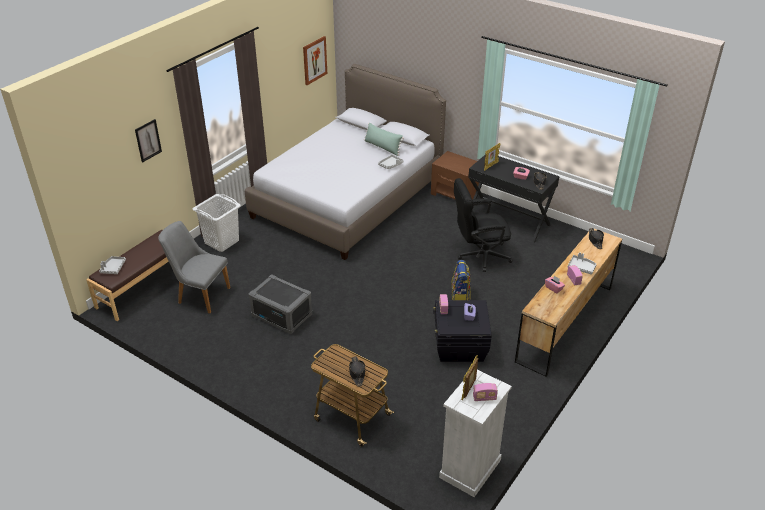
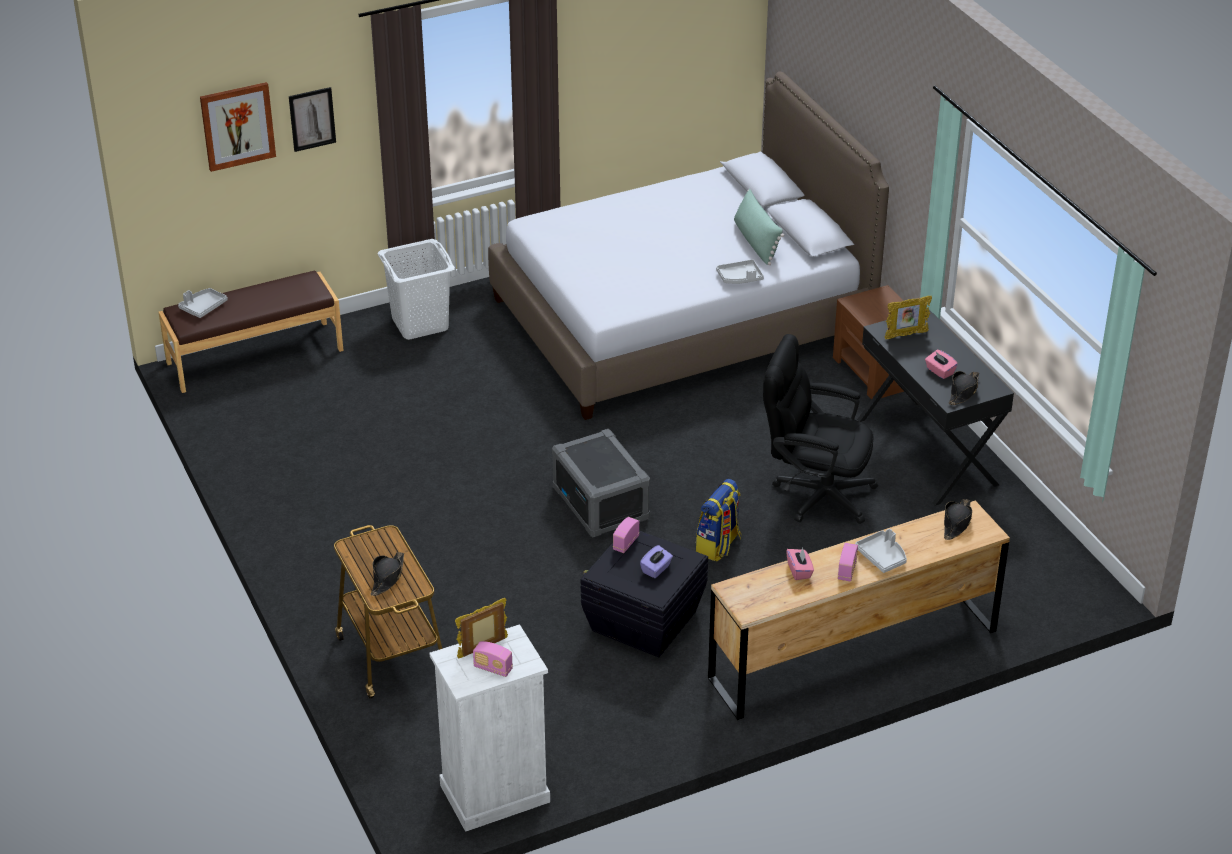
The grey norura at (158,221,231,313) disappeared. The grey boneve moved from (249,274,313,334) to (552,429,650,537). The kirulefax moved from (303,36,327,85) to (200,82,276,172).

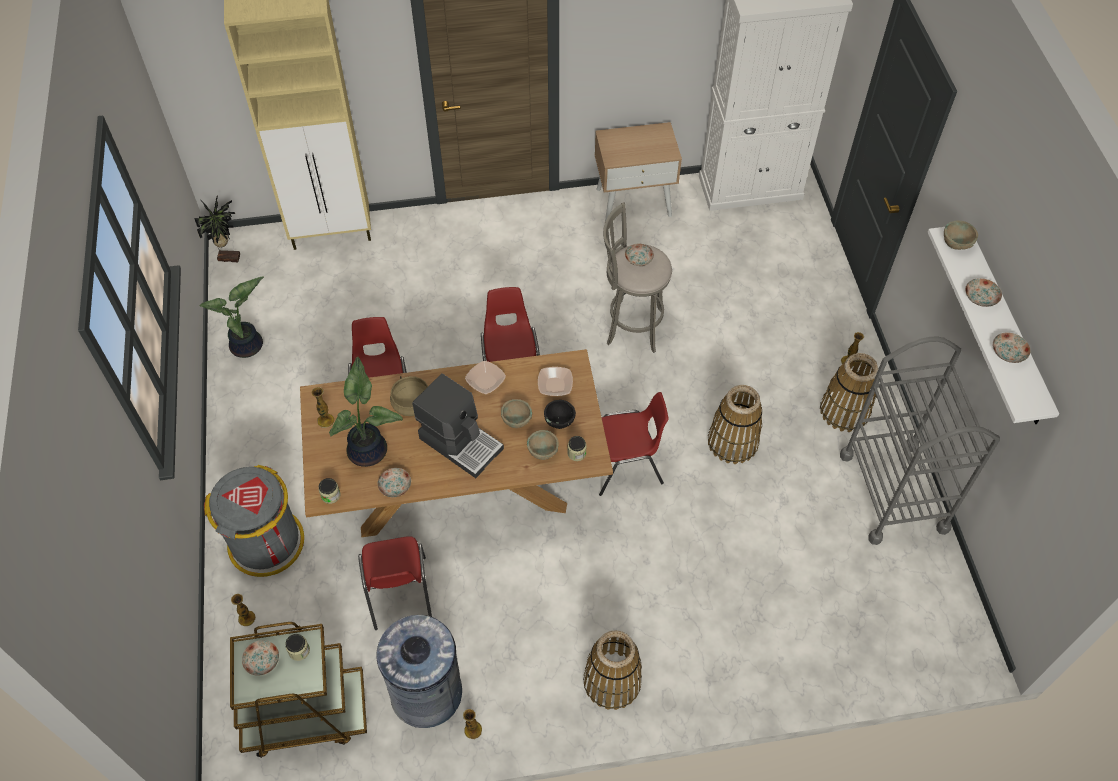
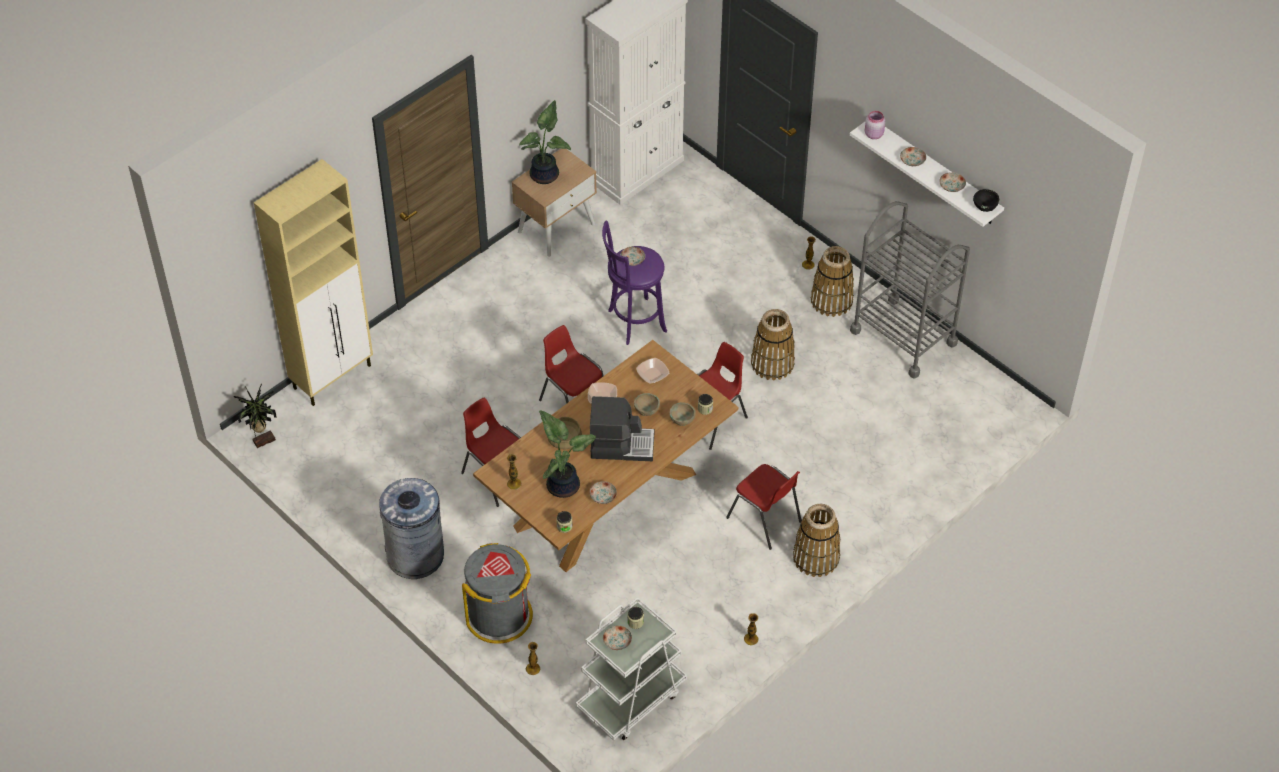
The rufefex moved from (200,277,264,358) to (519,100,571,184). The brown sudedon at (230,622,367,758) became the white sudedon at (576,597,687,741). The red norura moved from (358,536,432,630) to (726,464,801,550). The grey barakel moved from (376,615,462,728) to (379,478,444,579). The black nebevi moved from (544,400,576,429) to (973,189,999,212). The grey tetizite at (603,202,672,353) became the purple tetizite at (602,221,667,345). The beige nebevi at (944,221,978,250) was replaced by the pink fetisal at (865,111,885,139).

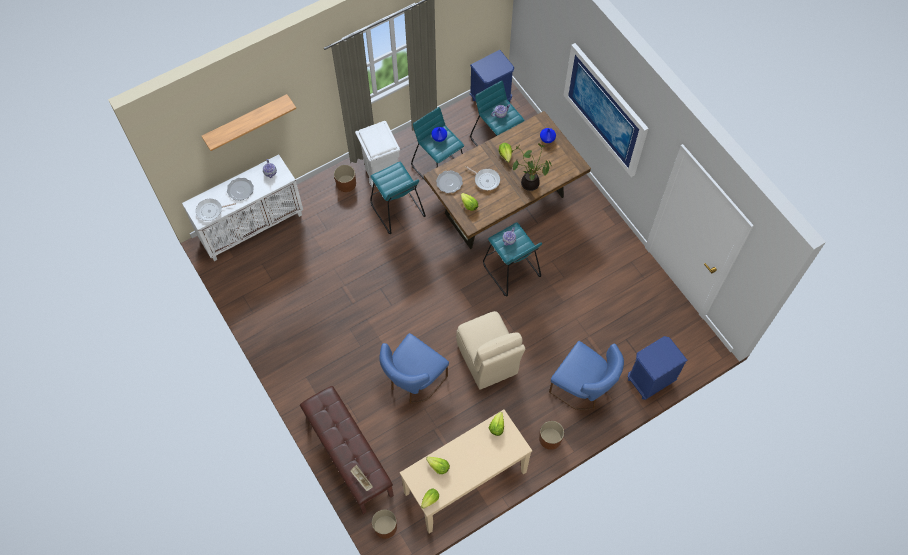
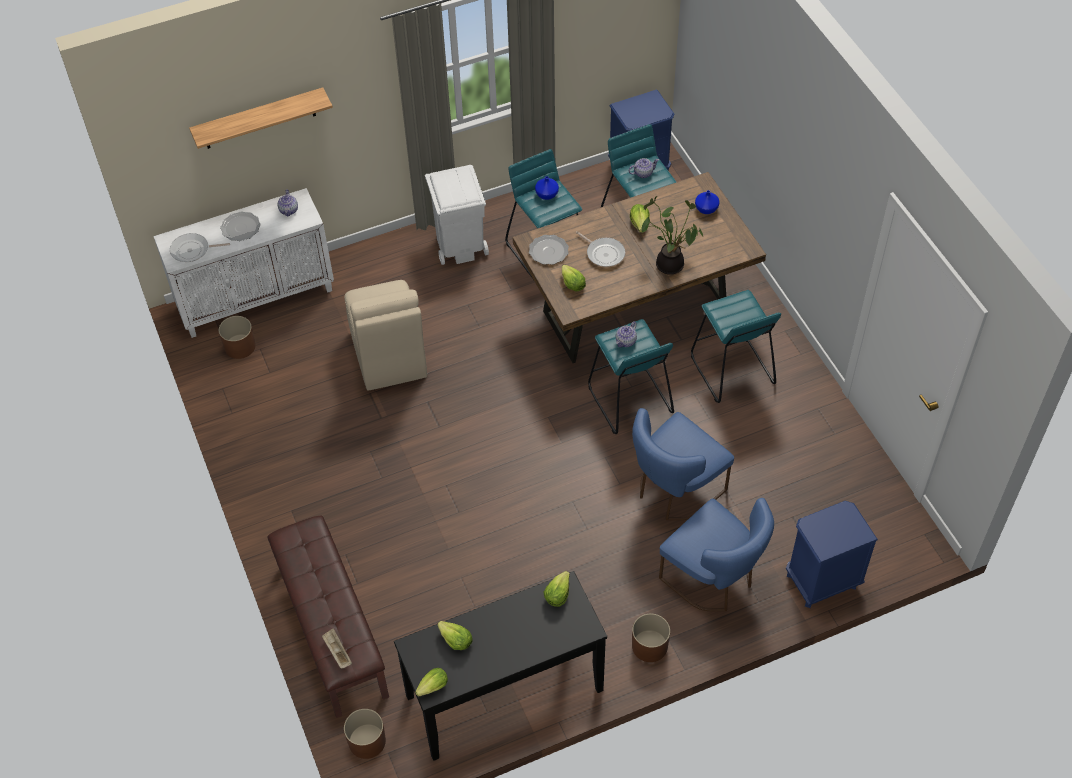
The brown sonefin moved from (334,165,356,192) to (219,316,256,359). The turquoise tetizite moved from (370,162,426,234) to (691,290,781,403). The blue norura moved from (379,333,449,404) to (632,408,734,520). The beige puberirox at (400,409,532,534) became the black puberirox at (394,571,607,761). The beige norura moved from (456,311,525,390) to (345,280,427,391). The kirulefax at (563,43,649,177) disappeared.

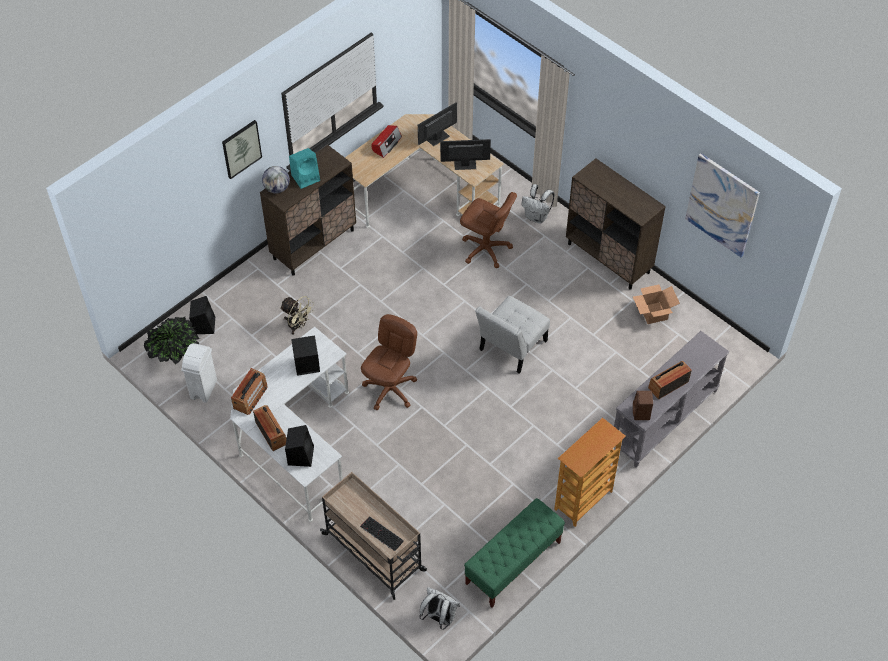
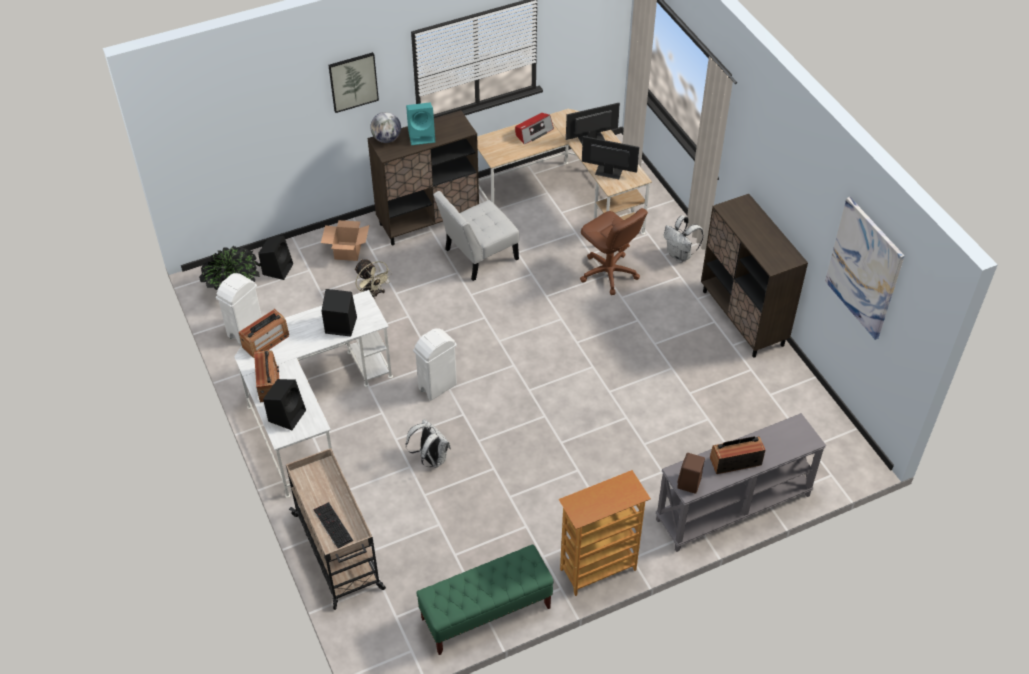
The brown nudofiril at (361,314,417,410) was replaced by the white barakel at (413,328,457,400). The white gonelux moved from (419,587,460,630) to (405,419,451,468). The white norura moved from (475,296,550,373) to (433,191,519,281). The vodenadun moved from (633,284,680,324) to (321,220,369,261).

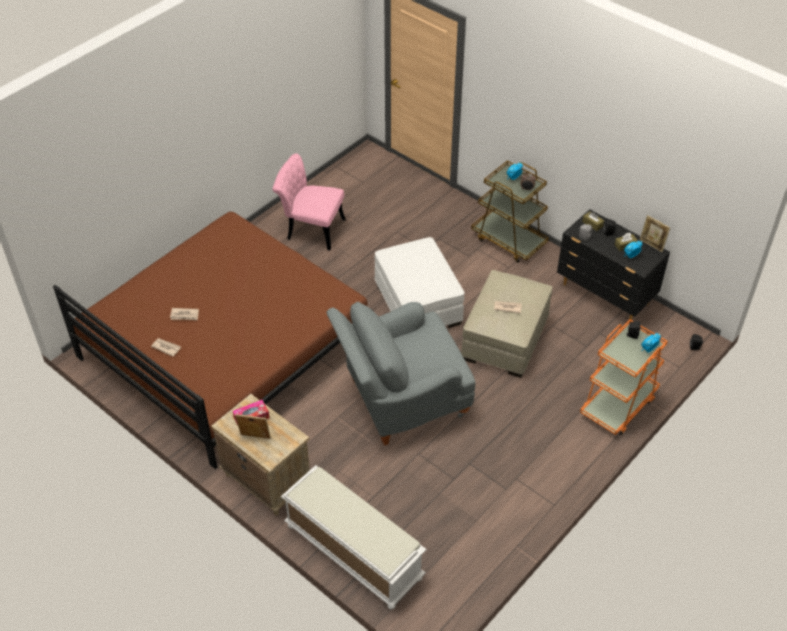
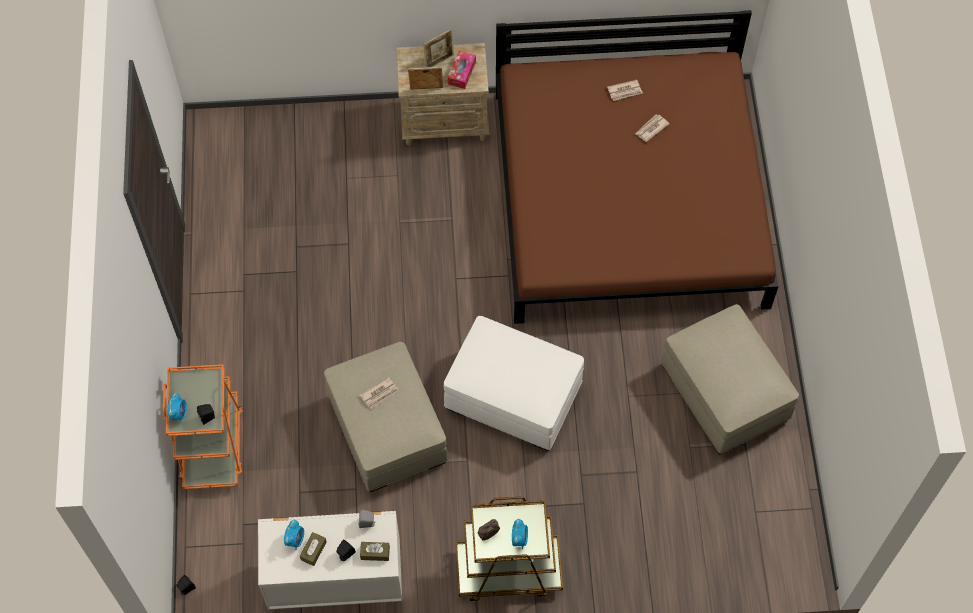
The pink norura at (273,153,346,251) was replaced by the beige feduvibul at (661,304,799,455). The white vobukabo at (281,465,427,610) disappeared. The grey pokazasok at (326,302,475,445) disappeared. The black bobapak at (557,209,670,322) became the white bobapak at (258,511,402,610). The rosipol moved from (640,215,670,252) to (408,67,443,90).

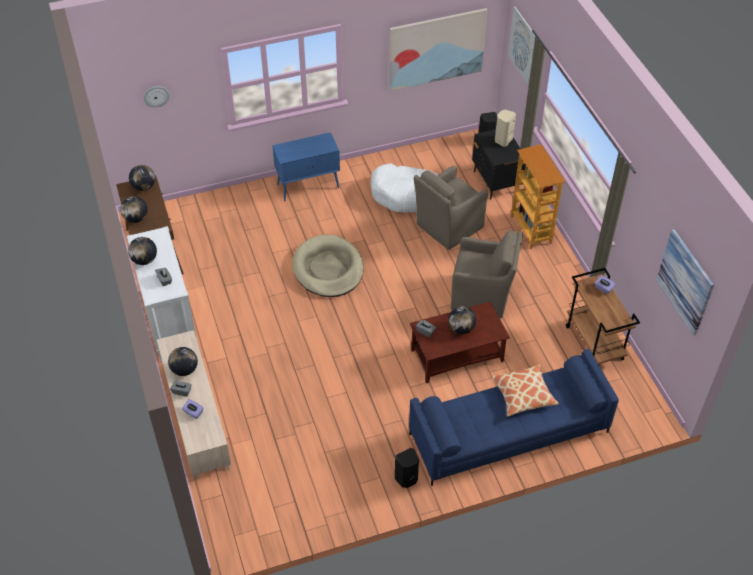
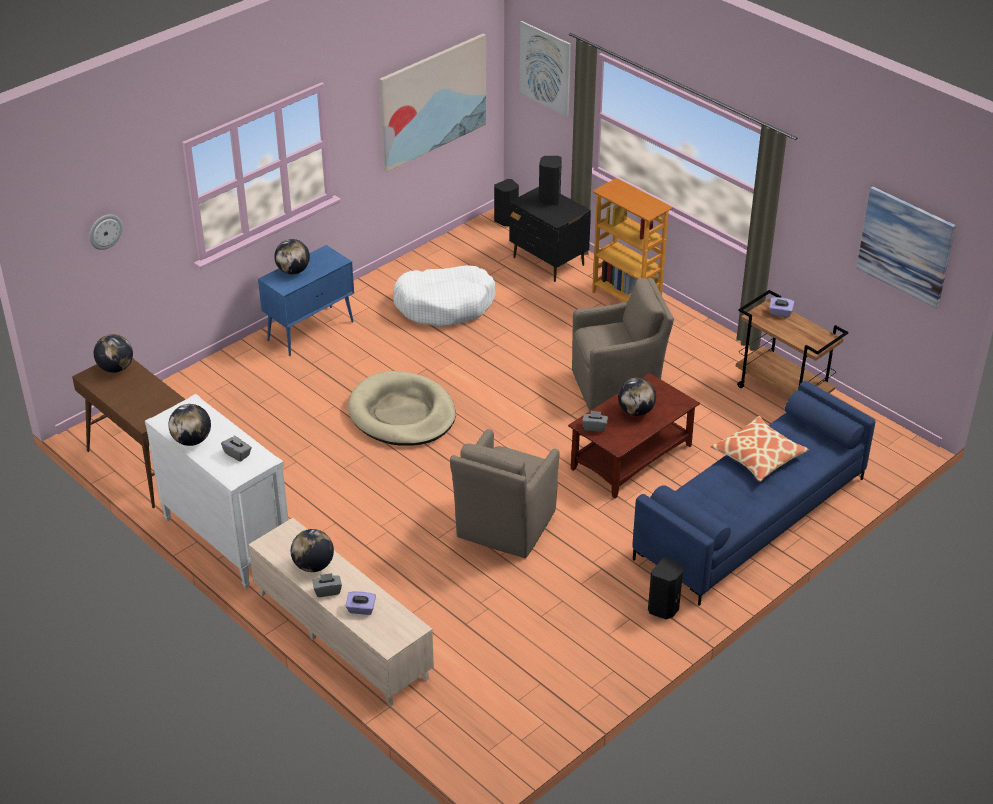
The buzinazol moved from (120,196,148,223) to (274,239,310,274). The brown pokazasok moved from (414,166,488,250) to (450,429,560,558). The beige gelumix at (495,110,516,147) became the black gelumix at (539,156,562,205).

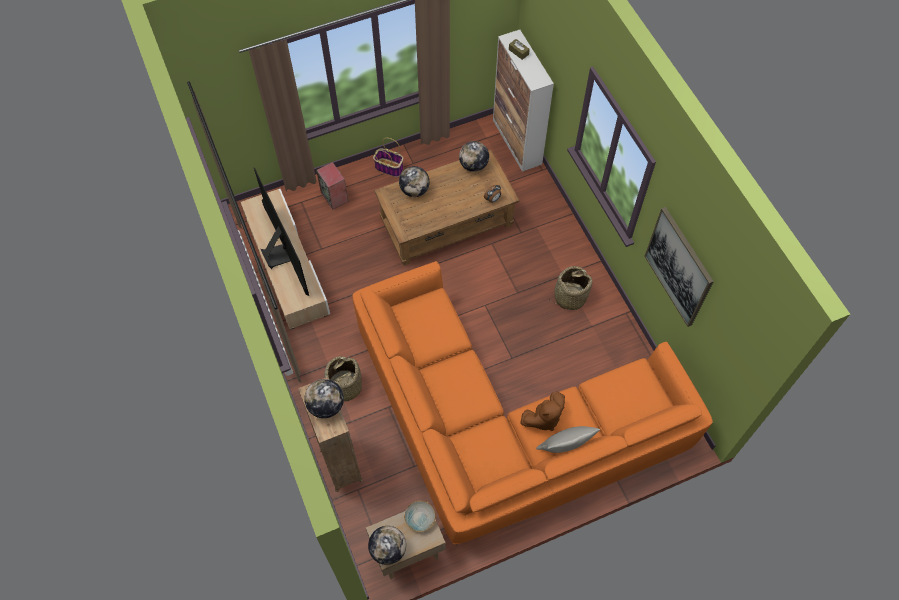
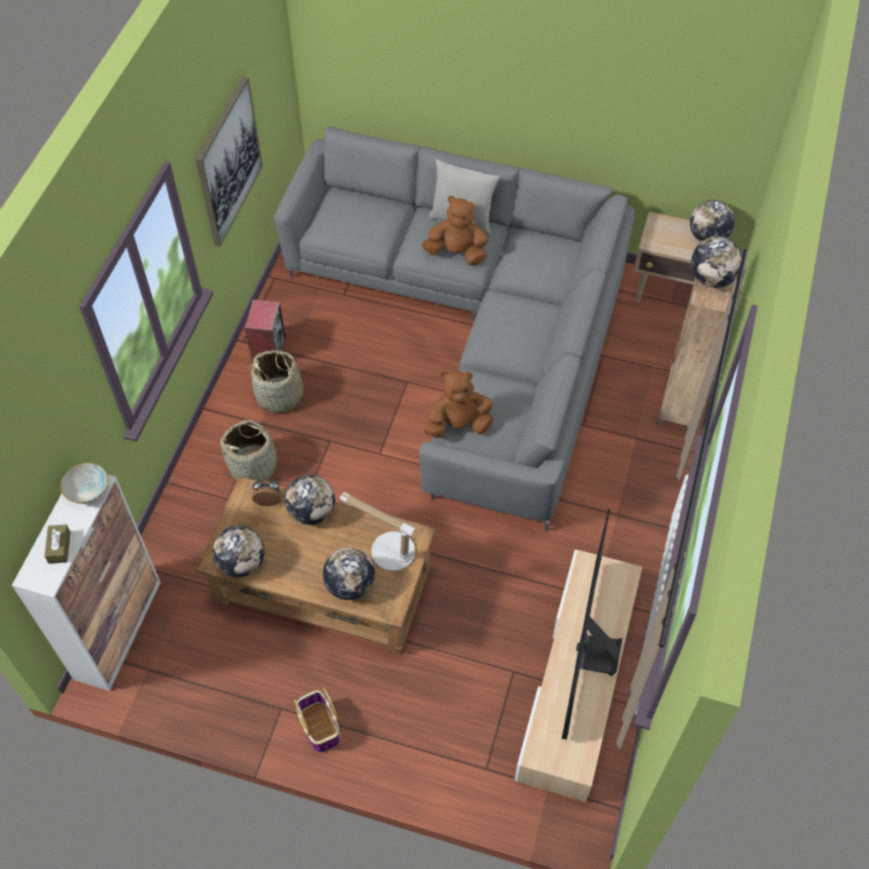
The gelumix moved from (316,162,349,210) to (245,300,286,363). The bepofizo moved from (324,356,362,401) to (220,420,286,482). The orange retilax at (353,261,713,546) became the grey retilax at (274,126,634,532). The nebevi moved from (404,501,436,532) to (60,463,108,504). The buzinazol at (285,475,335,525) appeared. The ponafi at (340,492,415,571) appeared. The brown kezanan at (423,371,493,438) appeared.

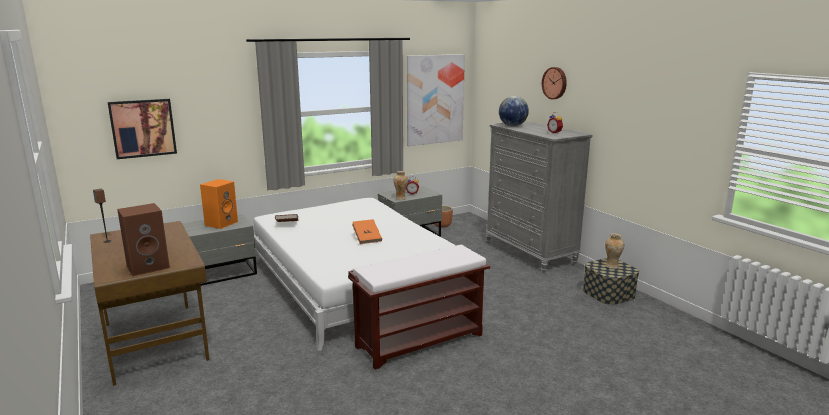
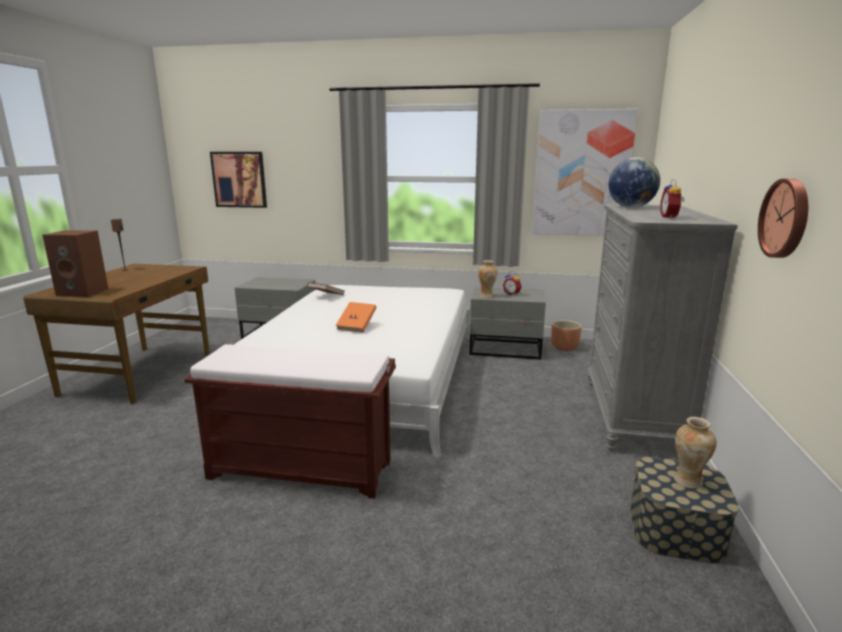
The orange gelumix at (200,179,238,229) disappeared. The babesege moved from (542,67,567,99) to (758,179,808,258).

